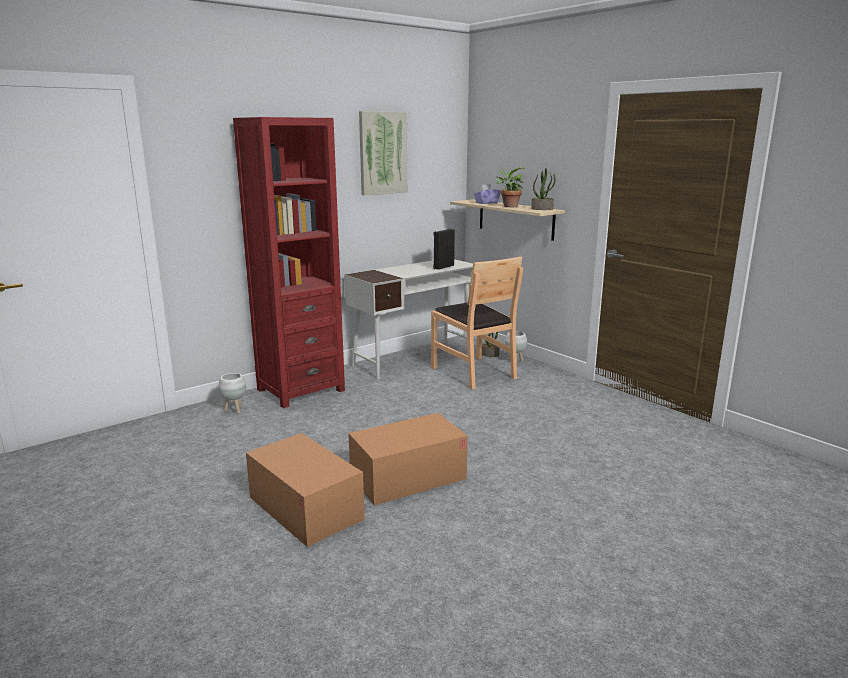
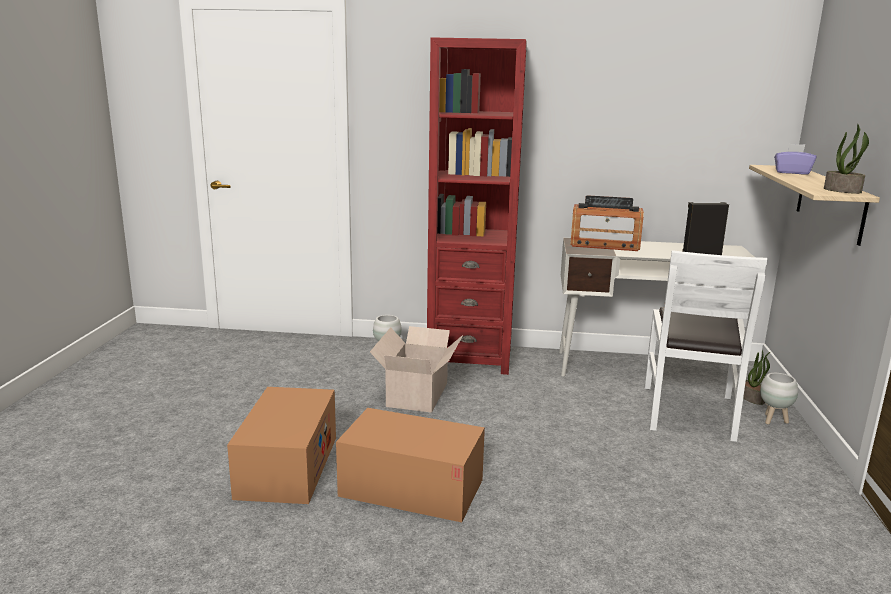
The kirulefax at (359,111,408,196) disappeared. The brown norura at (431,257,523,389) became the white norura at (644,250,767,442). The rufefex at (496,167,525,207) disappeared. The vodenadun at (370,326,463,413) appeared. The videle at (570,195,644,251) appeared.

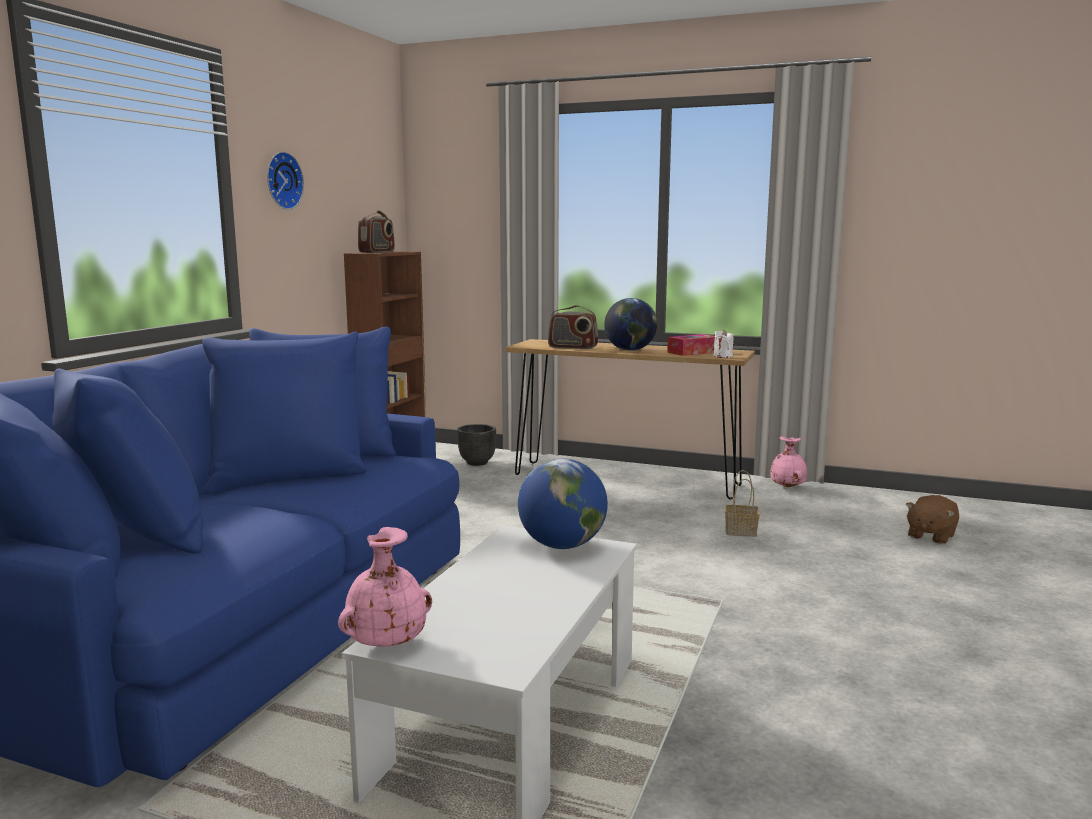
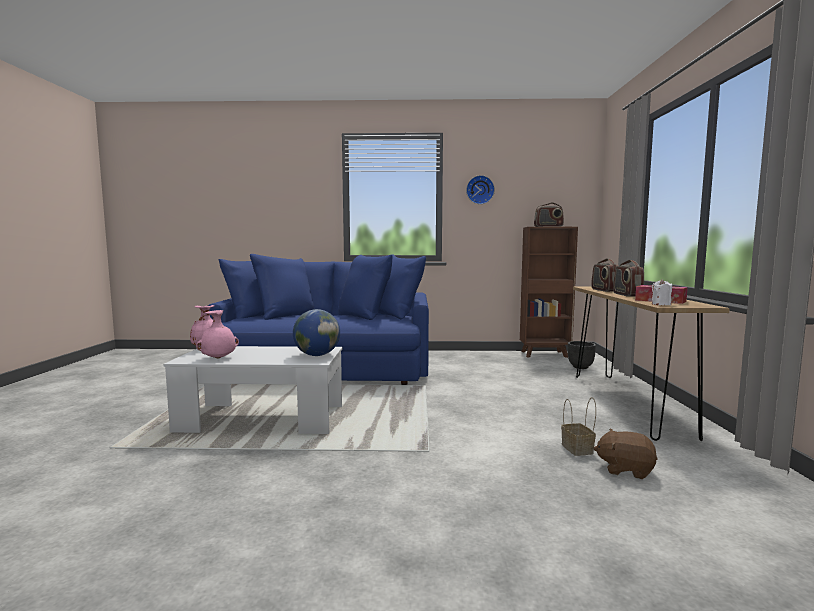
The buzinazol at (604,298,657,351) was replaced by the videle at (613,260,644,297). The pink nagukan moved from (770,436,807,488) to (196,310,239,359). The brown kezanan moved from (905,495,959,544) to (594,429,658,479).

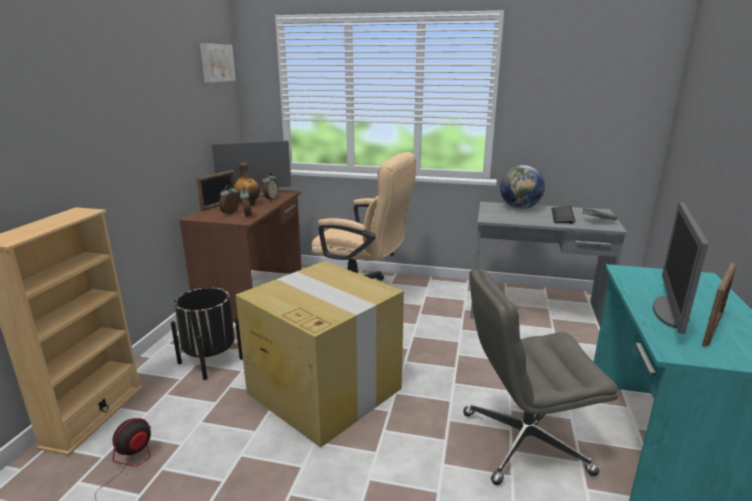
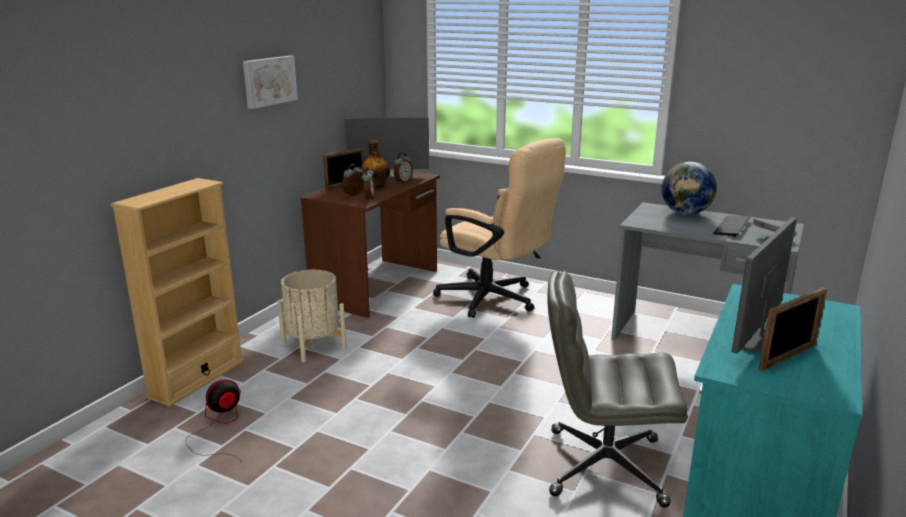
The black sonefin at (171,287,243,380) became the beige sonefin at (277,270,346,363). The kirulefax moved from (200,43,236,83) to (243,56,298,109). The vodenadun at (236,261,404,448) disappeared.

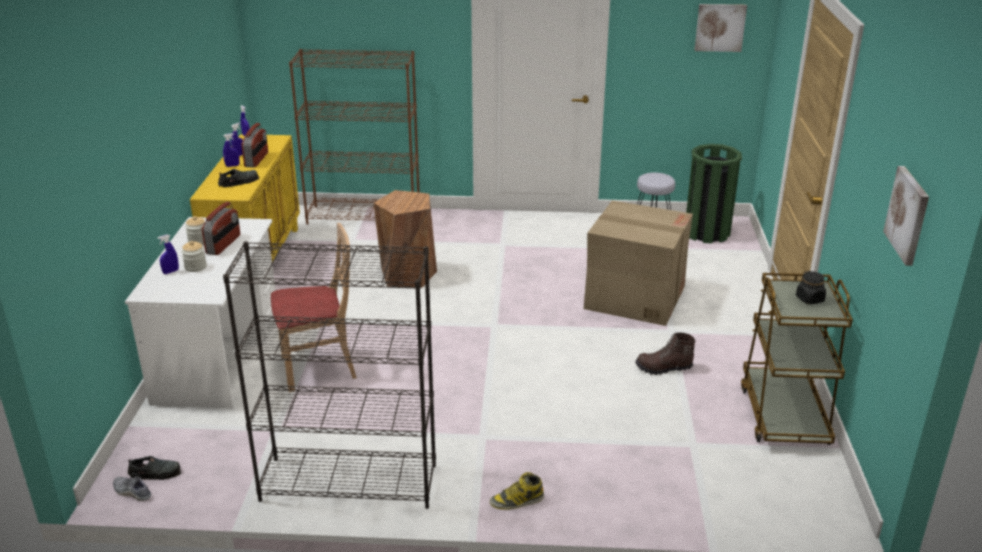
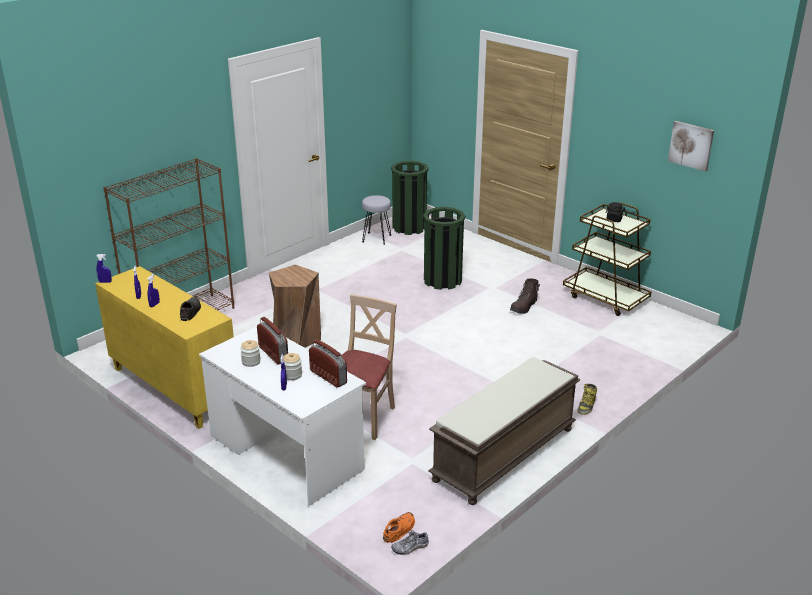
The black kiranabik at (128,456,181,480) became the orange kiranabik at (383,512,415,543). The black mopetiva at (223,241,436,509) was replaced by the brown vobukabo at (428,357,580,505). The videle moved from (242,123,268,168) to (309,339,347,388). The vodenadun at (584,200,693,326) was replaced by the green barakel at (423,207,465,290). The kirulefax at (695,4,747,52) disappeared.

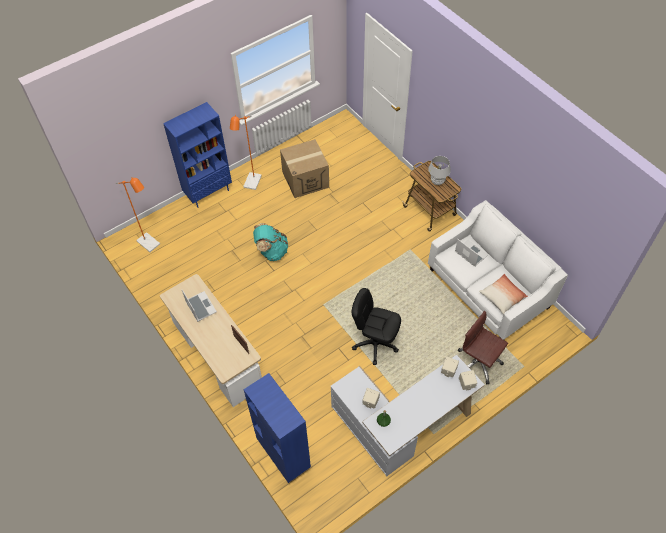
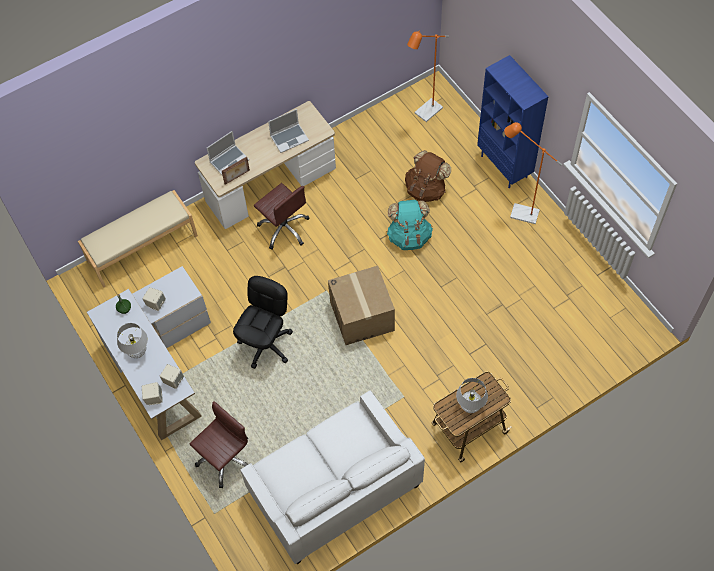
The blue mopetiva at (243,373,311,483) was replaced by the beige vobukabo at (78,190,198,288). The vodenadun moved from (280,139,329,198) to (328,266,395,345). The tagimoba moved from (455,239,488,267) to (207,131,249,176). The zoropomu at (479,274,528,314) disappeared. The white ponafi at (117,323,148,358) appeared. The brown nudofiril at (254,183,309,250) appeared. The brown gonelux at (405,150,451,202) appeared.

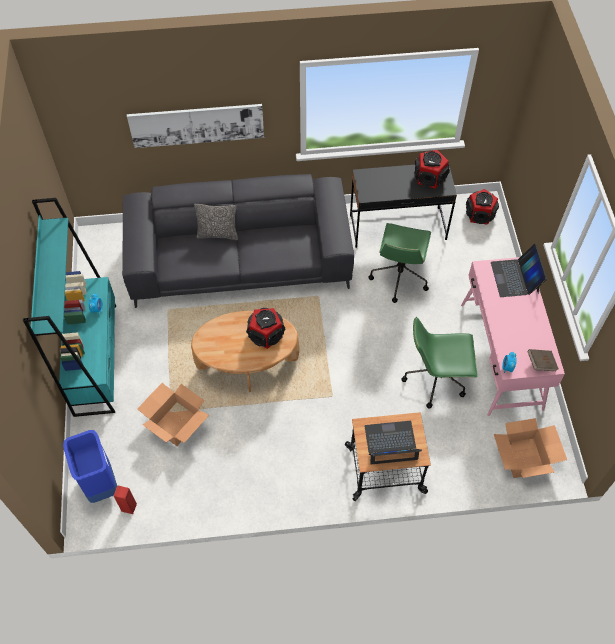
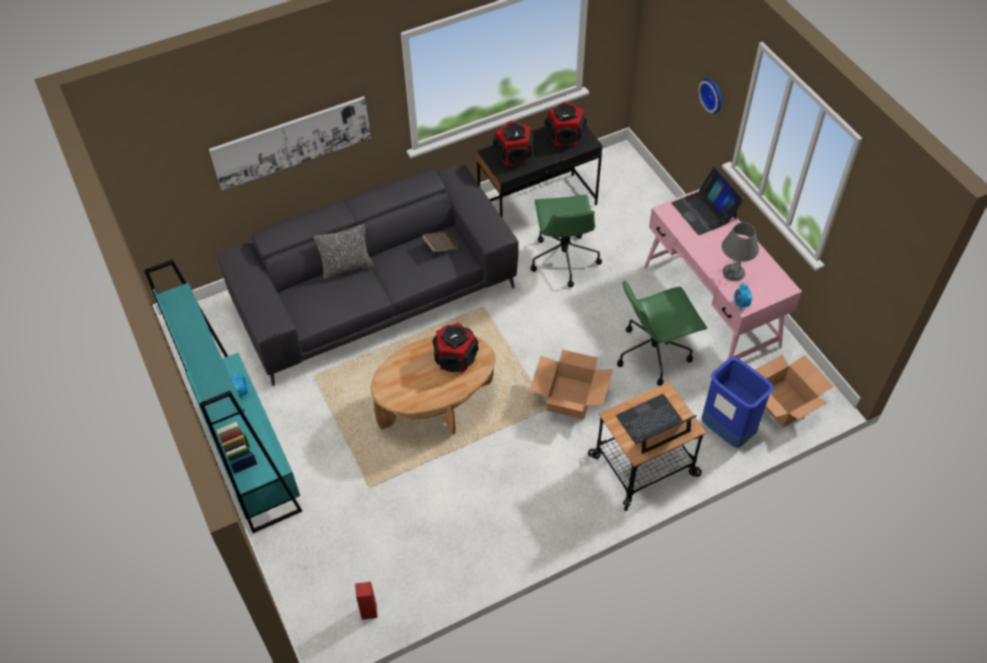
The blue barakel moved from (63,430,117,503) to (701,357,774,448). The vodenadun moved from (137,383,209,446) to (530,350,613,419). The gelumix moved from (466,189,499,225) to (493,121,534,166). The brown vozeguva moved from (527,349,559,371) to (422,232,459,252). The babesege at (698,78,722,114) appeared. The grey ponafi at (722,222,759,281) appeared.

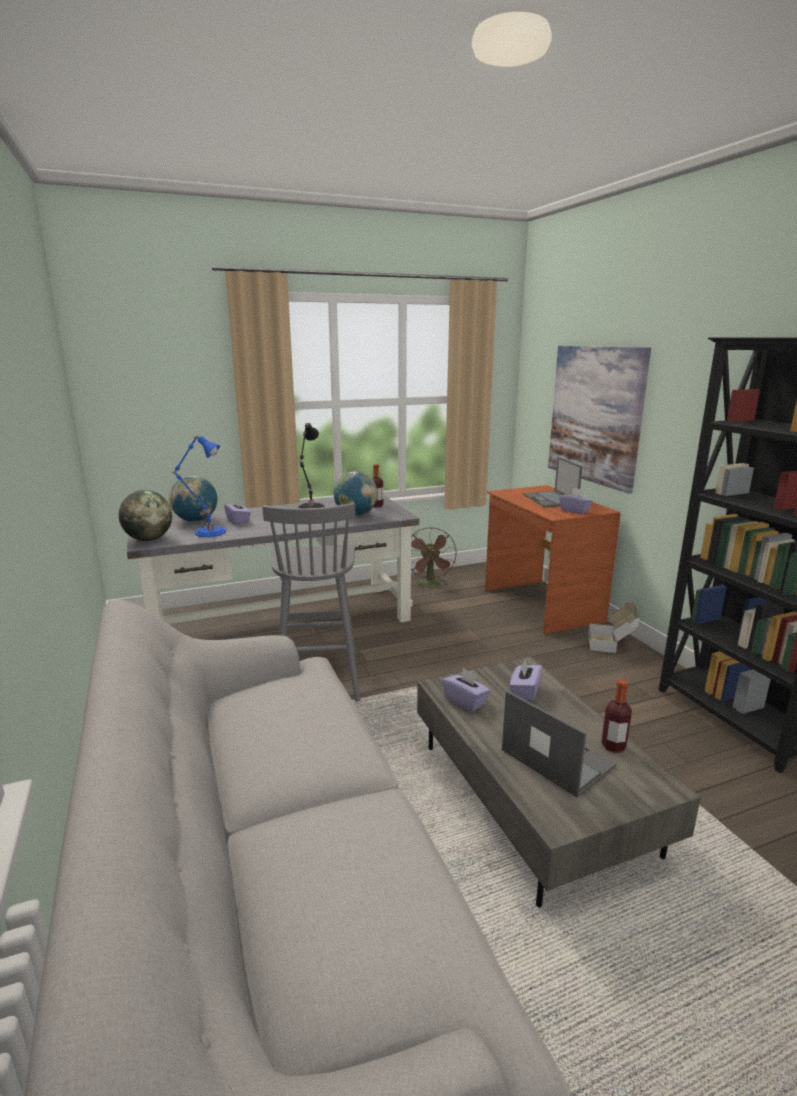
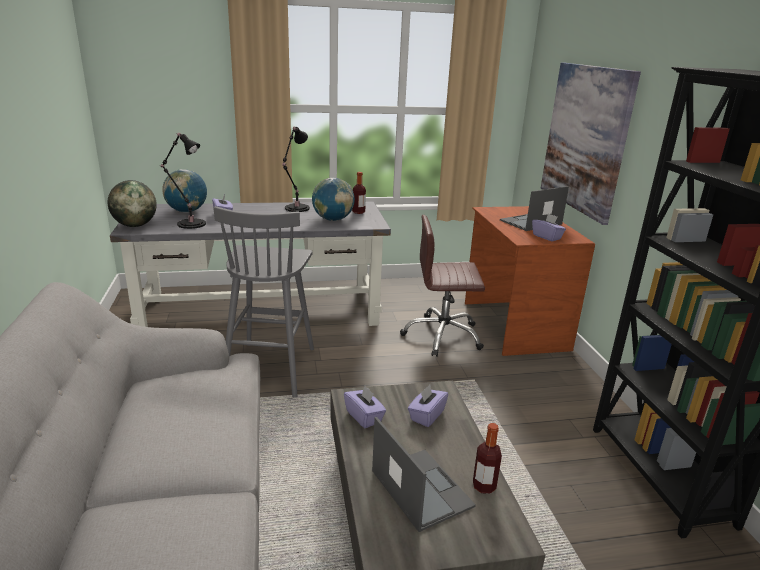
The blue ponafi at (171,435,226,537) became the black ponafi at (160,133,206,229). The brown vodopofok at (411,527,457,588) disappeared. The tagimoba at (523,457,583,507) turned 60 degrees clockwise. The vodenadun at (588,602,640,653) disappeared. The brown nudofiril at (400,215,485,357) appeared.

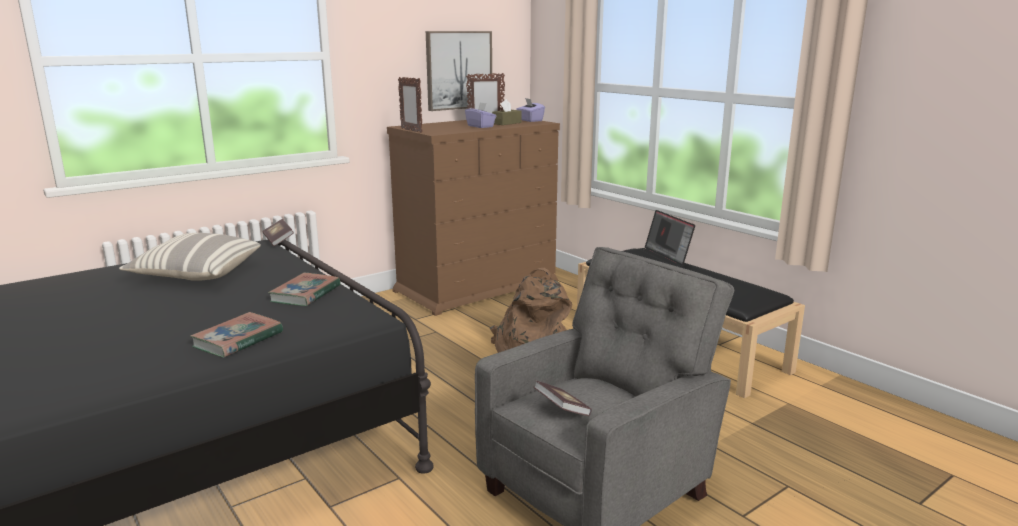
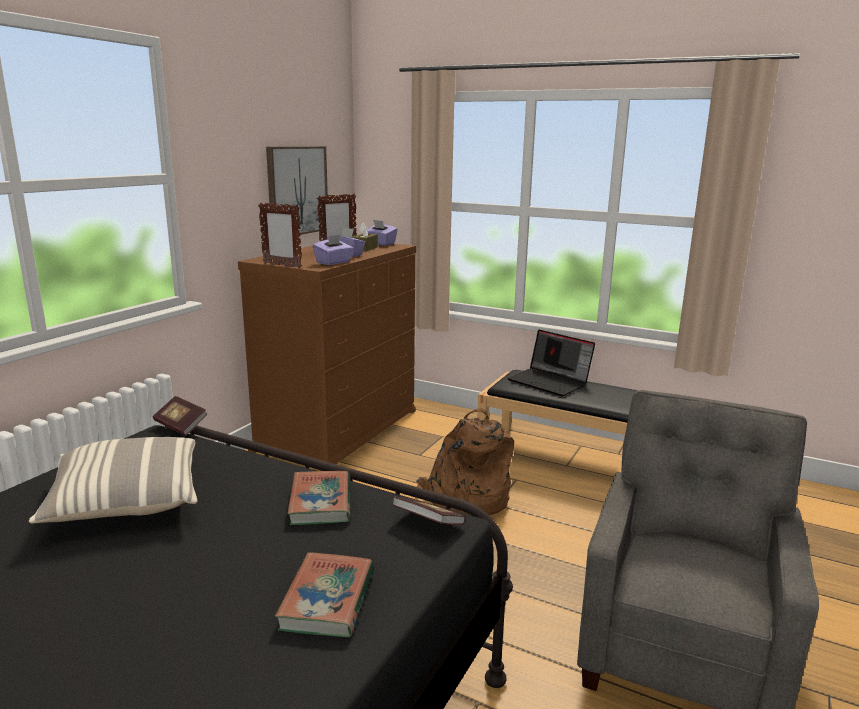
The vozeguva moved from (534,381,592,416) to (392,497,466,525). The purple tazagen at (313,234,353,265) appeared.

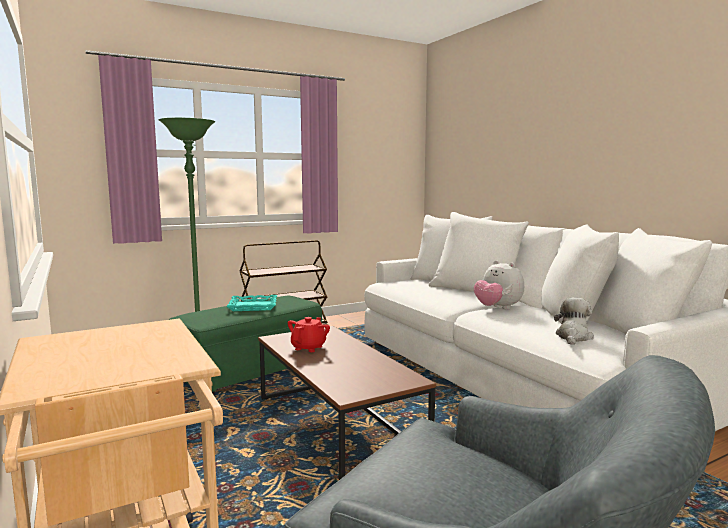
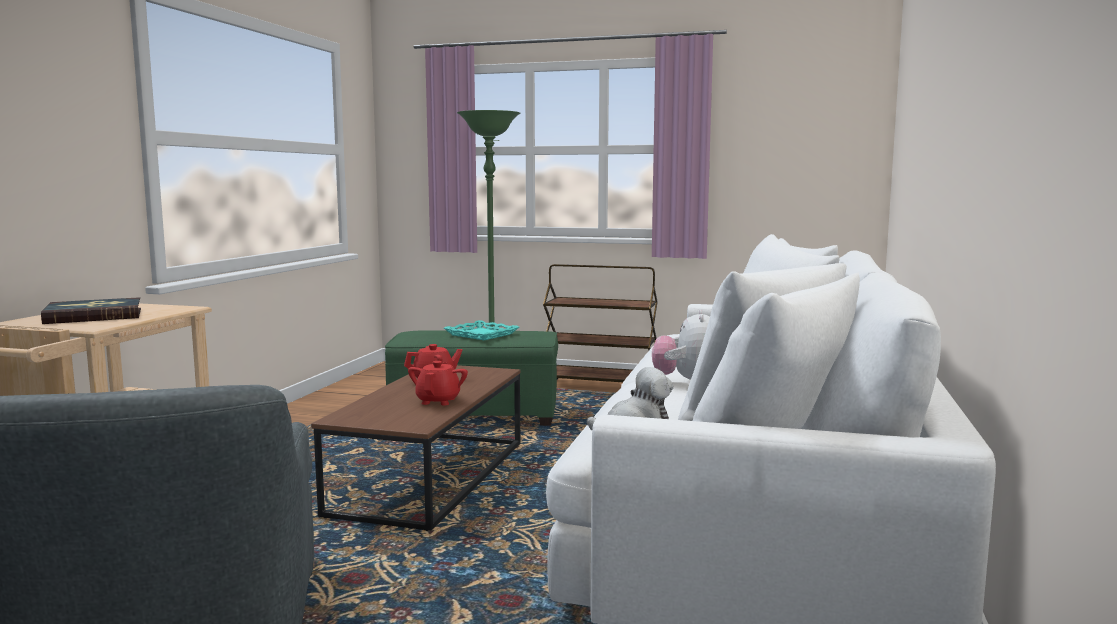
The vozeguva at (41,297,141,324) appeared. The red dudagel at (408,361,468,406) appeared.

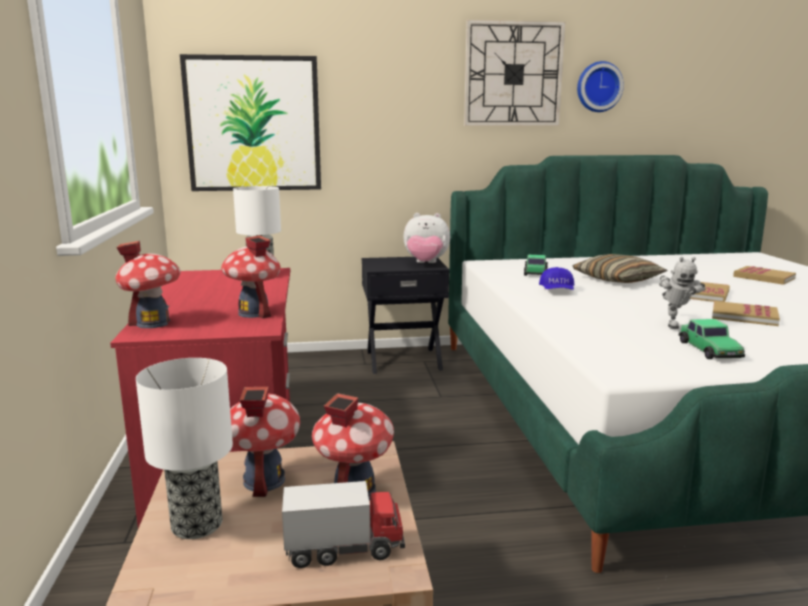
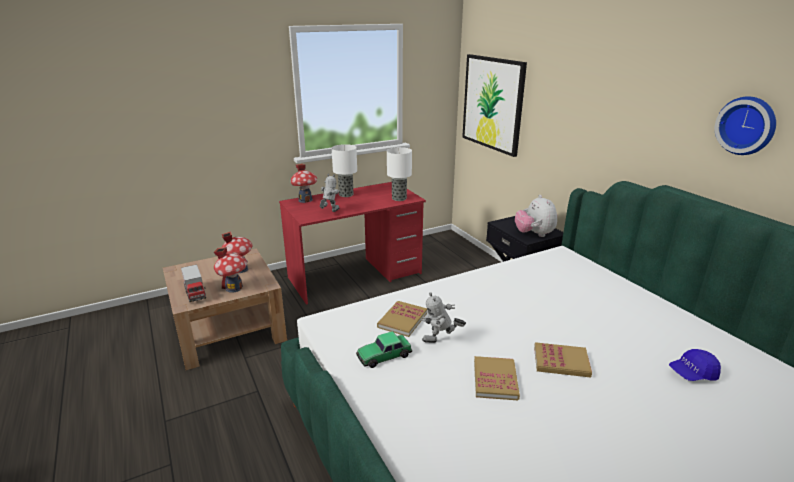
The ponafi moved from (136,358,233,539) to (332,144,357,197). The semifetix at (221,236,280,318) was replaced by the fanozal at (320,174,339,212). The babesege at (464,20,565,126) disappeared. The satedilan at (524,255,548,276) disappeared. The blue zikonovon moved from (539,267,574,290) to (669,349,721,381). The zoropomu at (572,254,668,283) disappeared. The vozeguva moved from (733,266,796,285) to (377,301,427,337).

